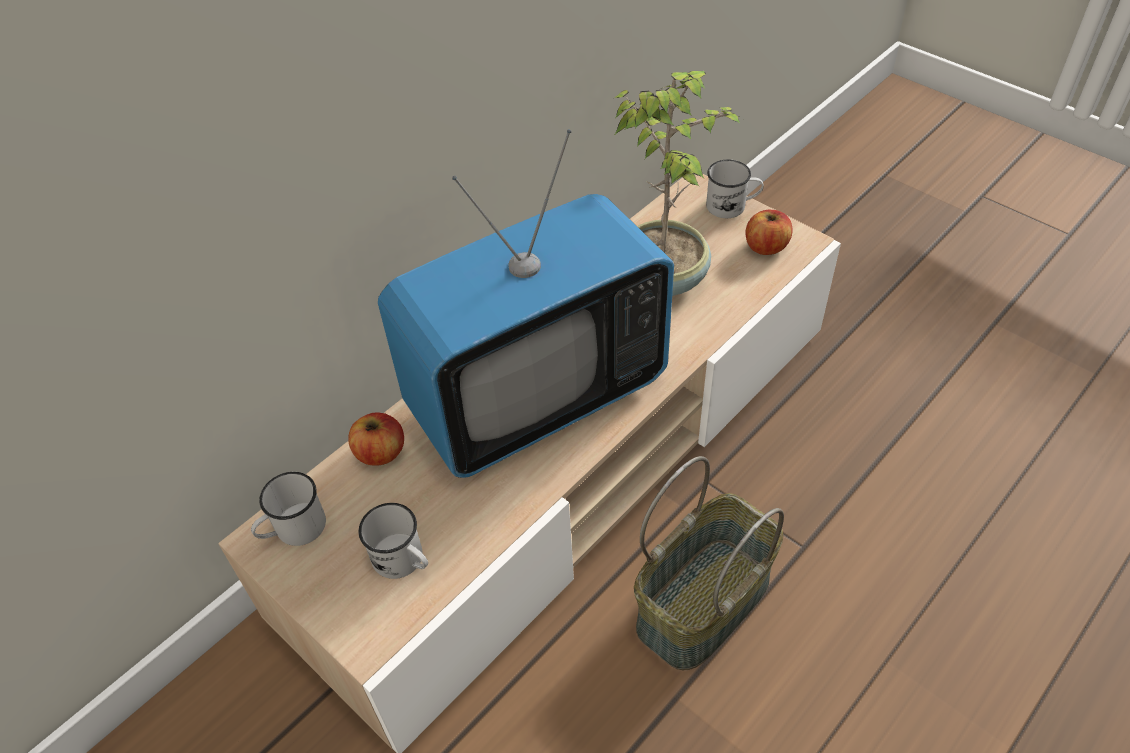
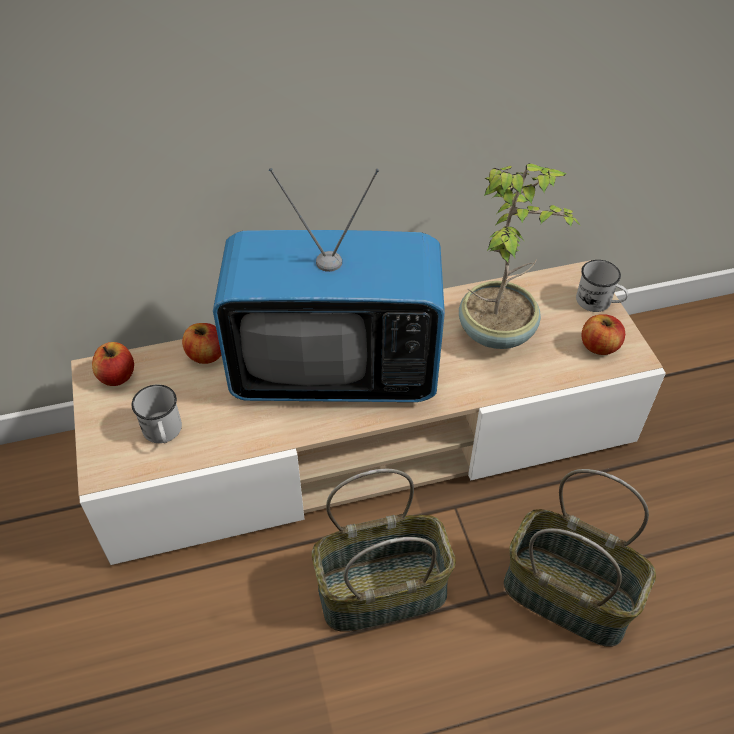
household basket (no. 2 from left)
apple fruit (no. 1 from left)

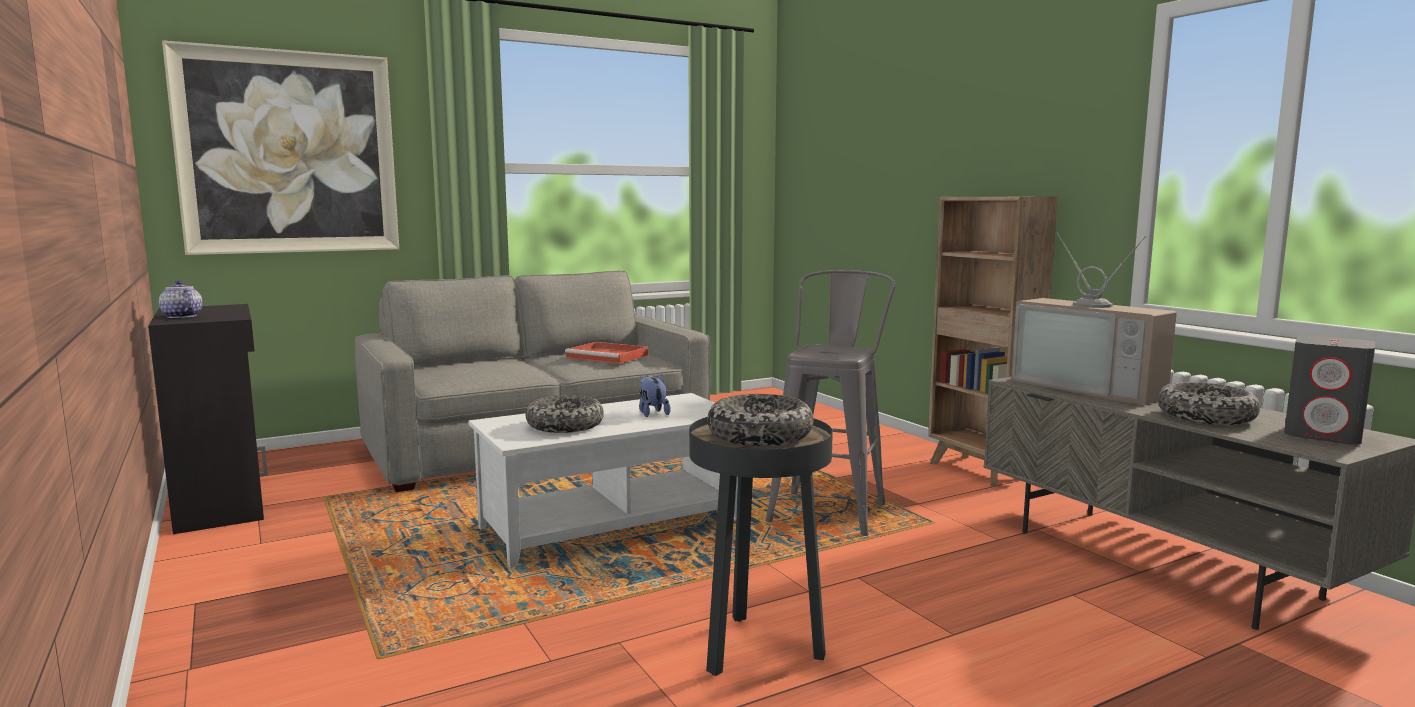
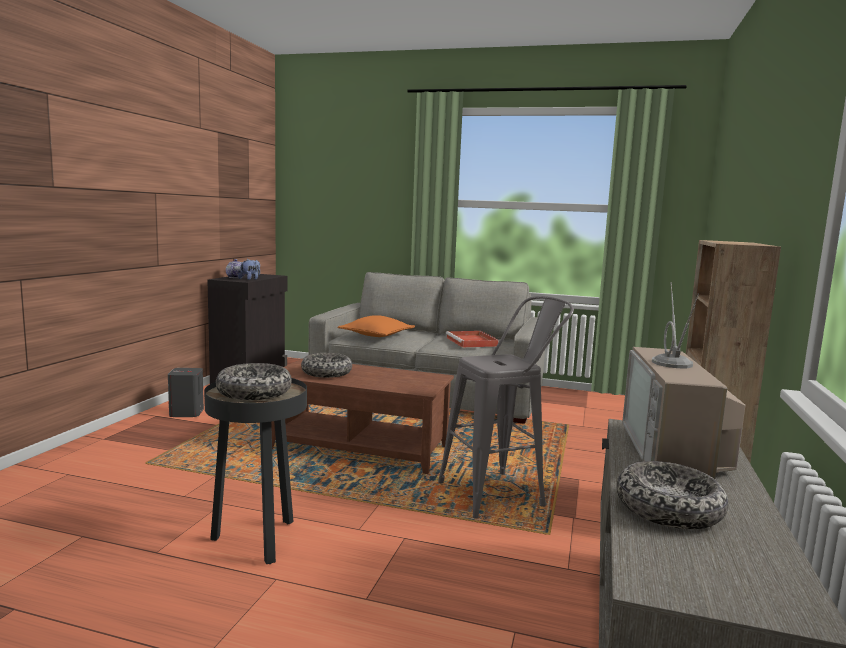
wall art
orange throw pillow
plush toy
greyish speaker
brown-coloured lounge table

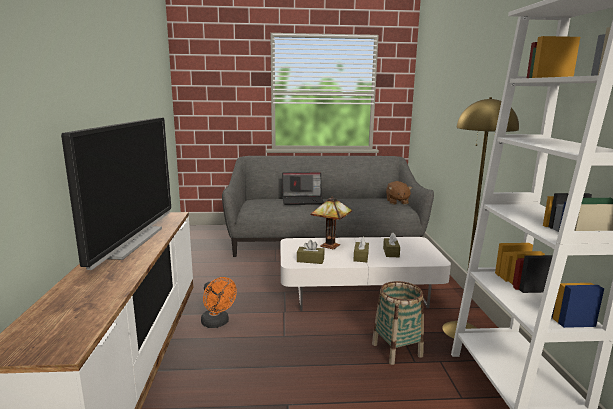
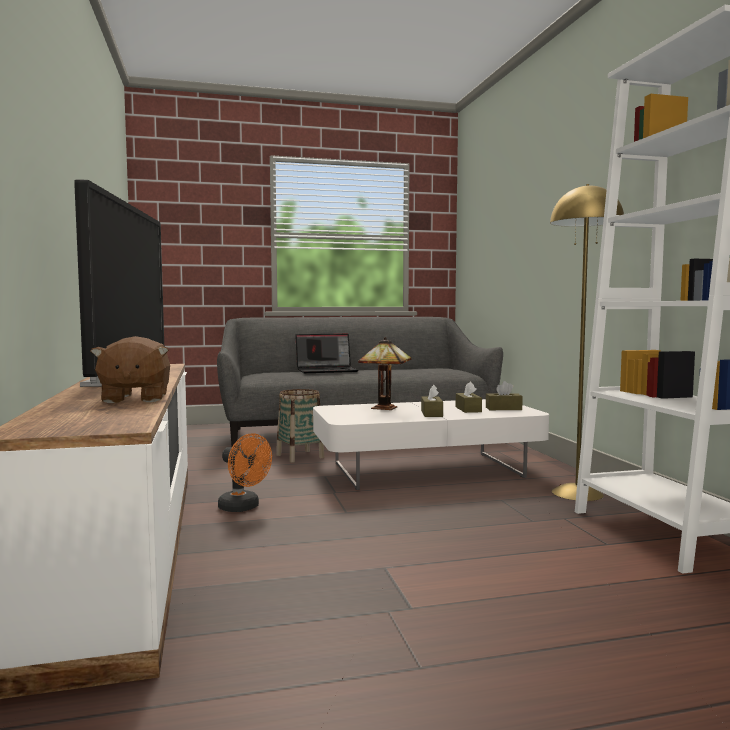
brown-coloured tissue box (no. 3 from left)
household basket
brown-coloured plush toy

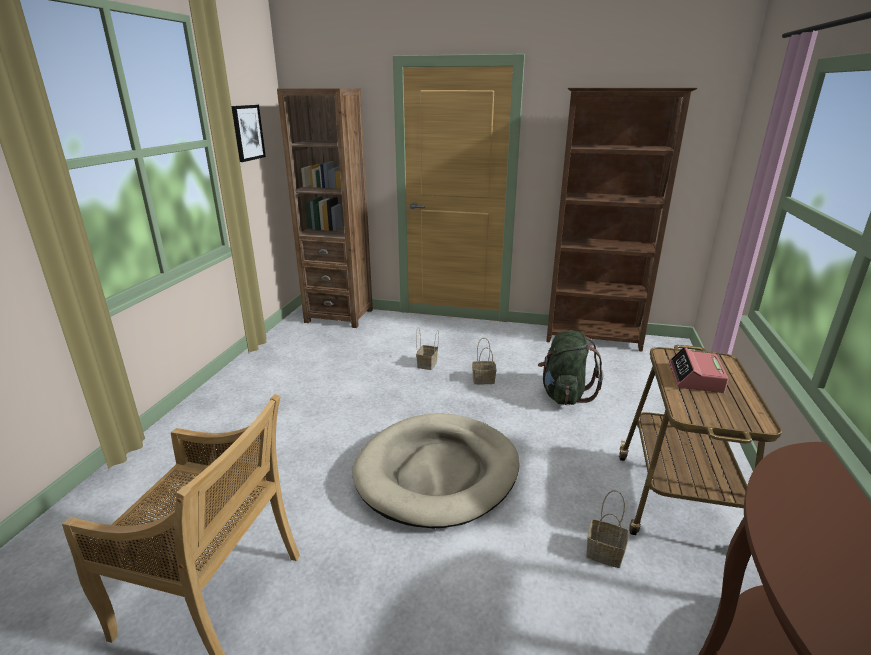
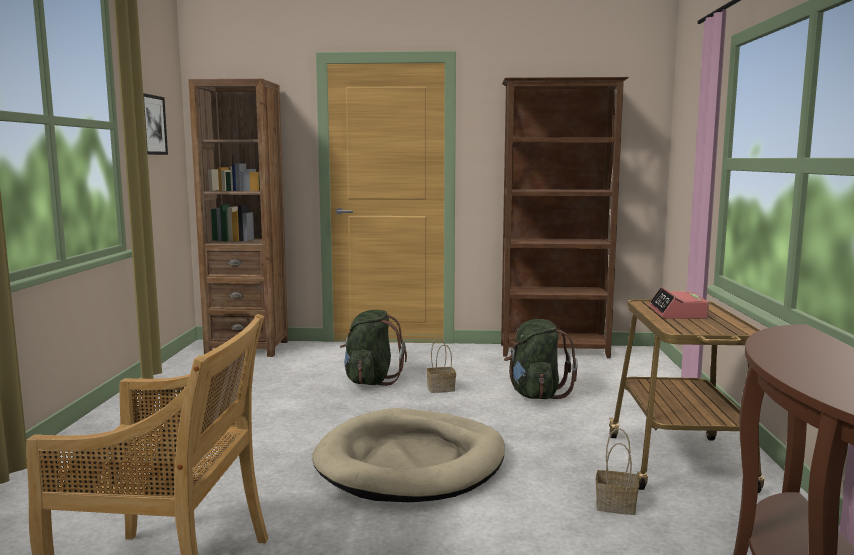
green-coloured backpack (no. 1 from left)

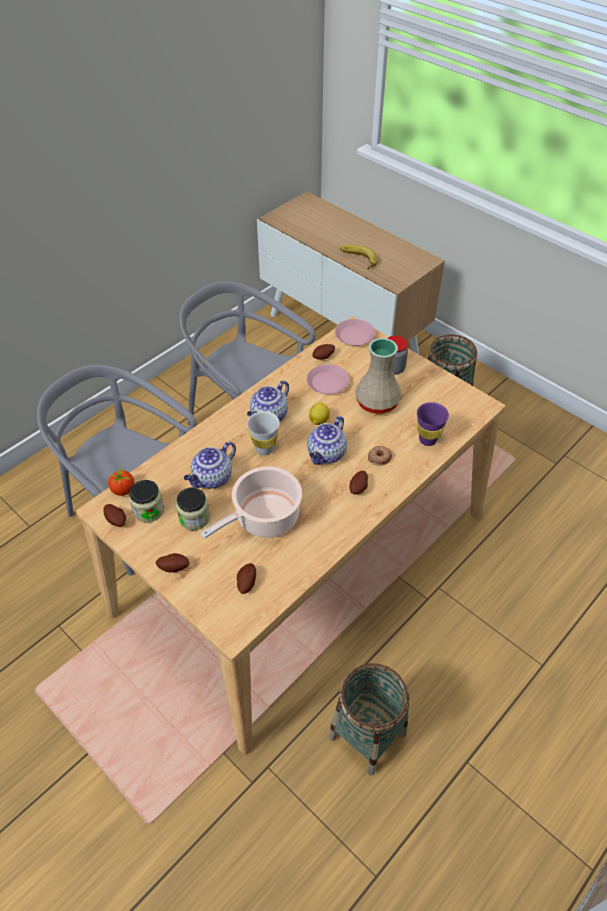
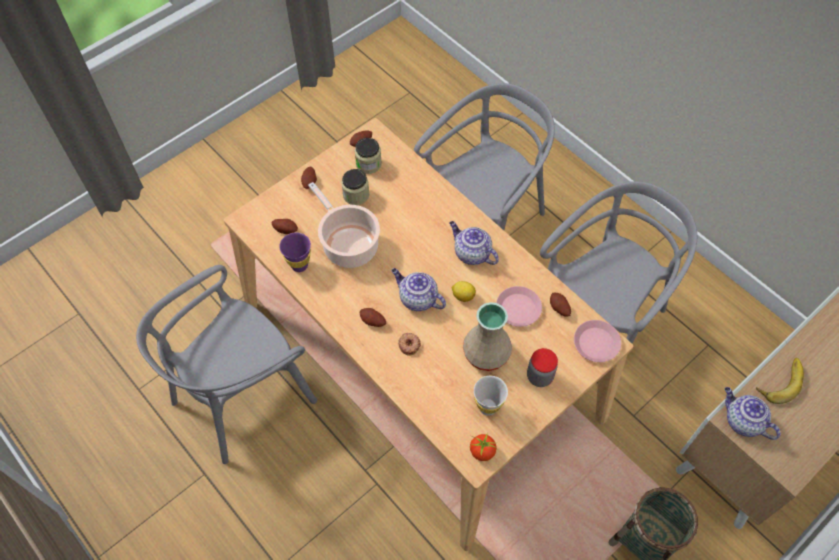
whole tomato
pot for tea (no. 3 from left)
white-coloured cup
purple-coloured cup
greyish chair (no. 1 from left)

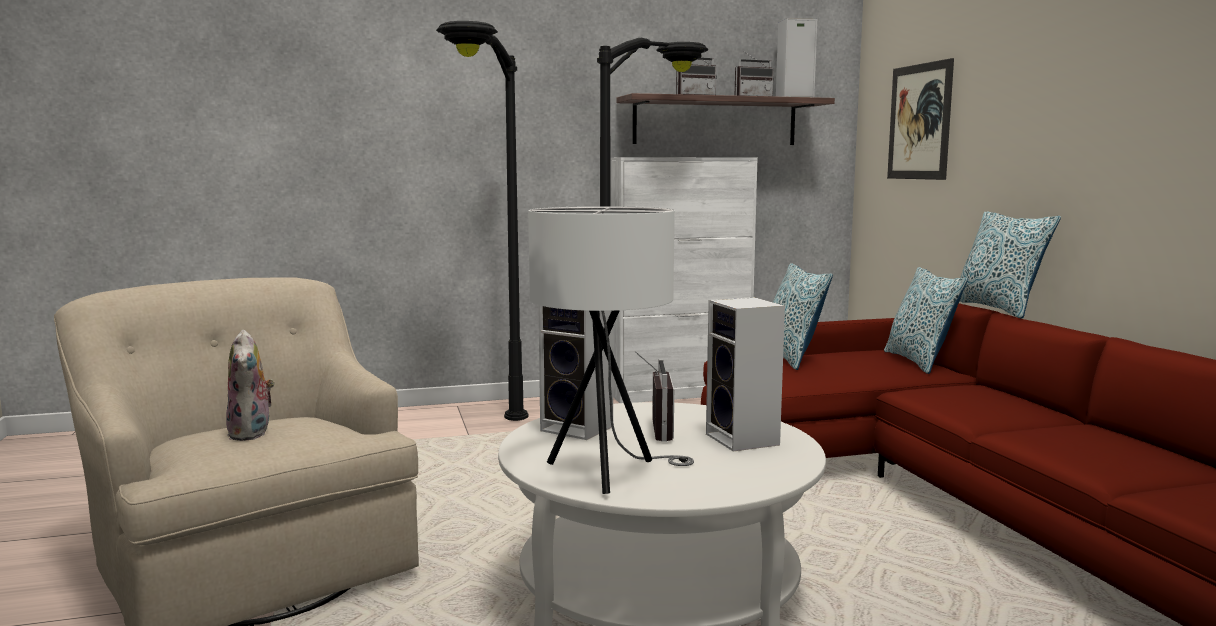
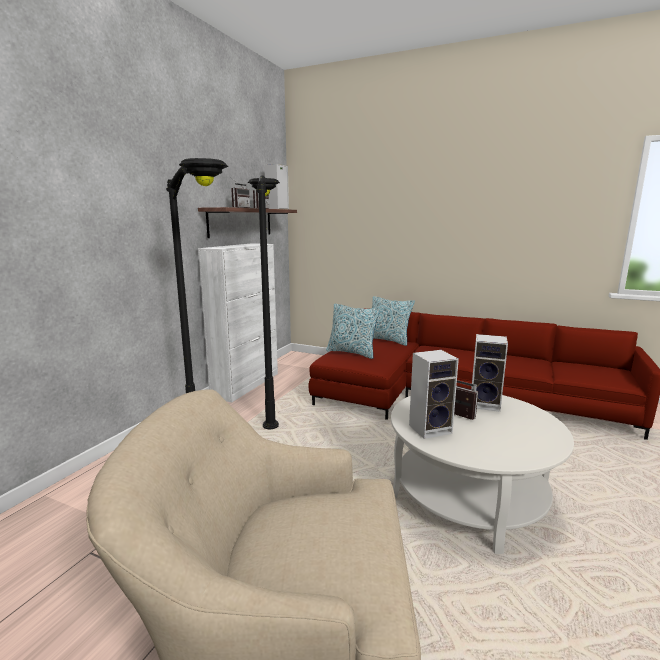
plush toy
white-coloured tabletop lamp
wall art
throw pillow (no. 3 from left in the first image)

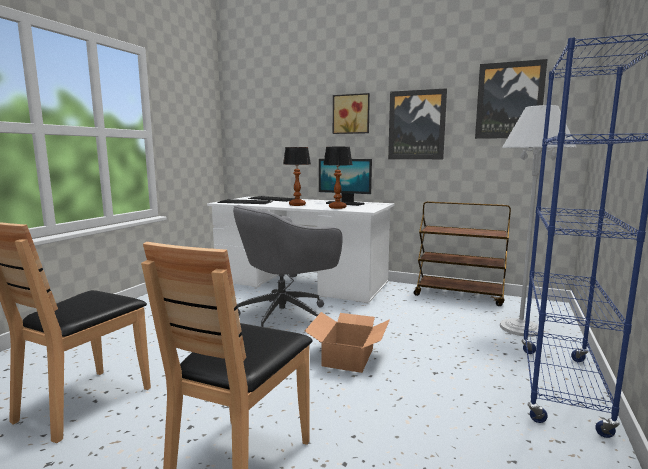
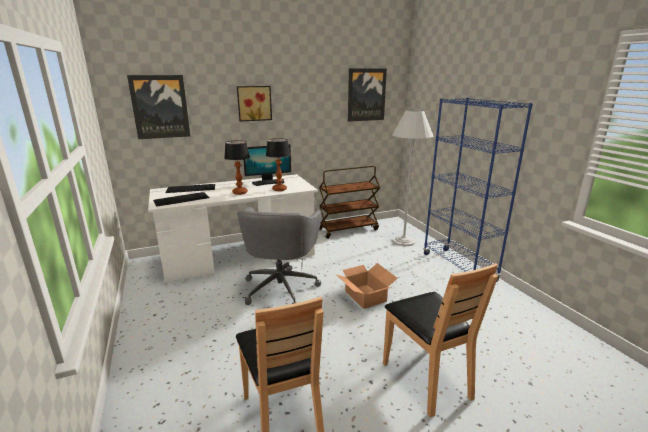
wall art (no. 1 from left)

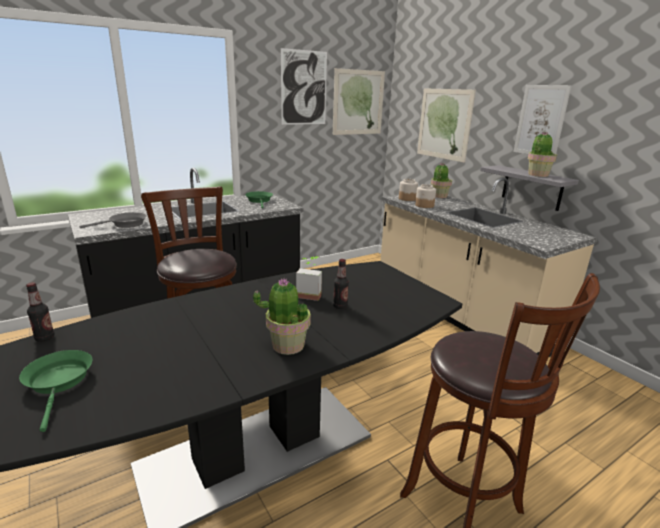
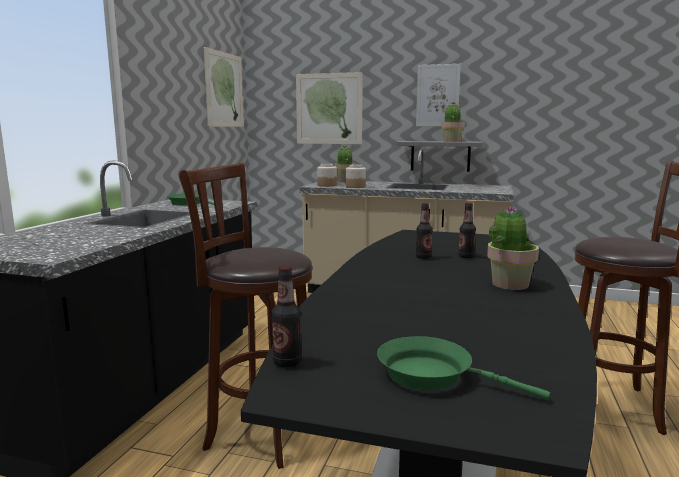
greyish frying pan
wall art (no. 1 from left in the first image)
bottle (no. 2 from left)

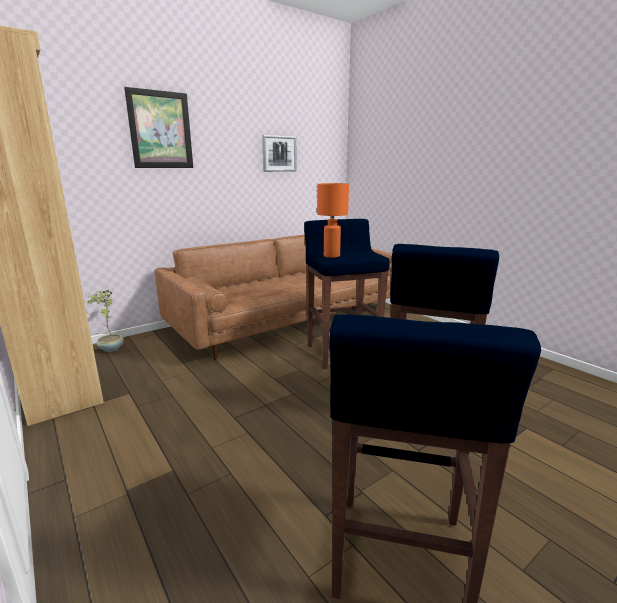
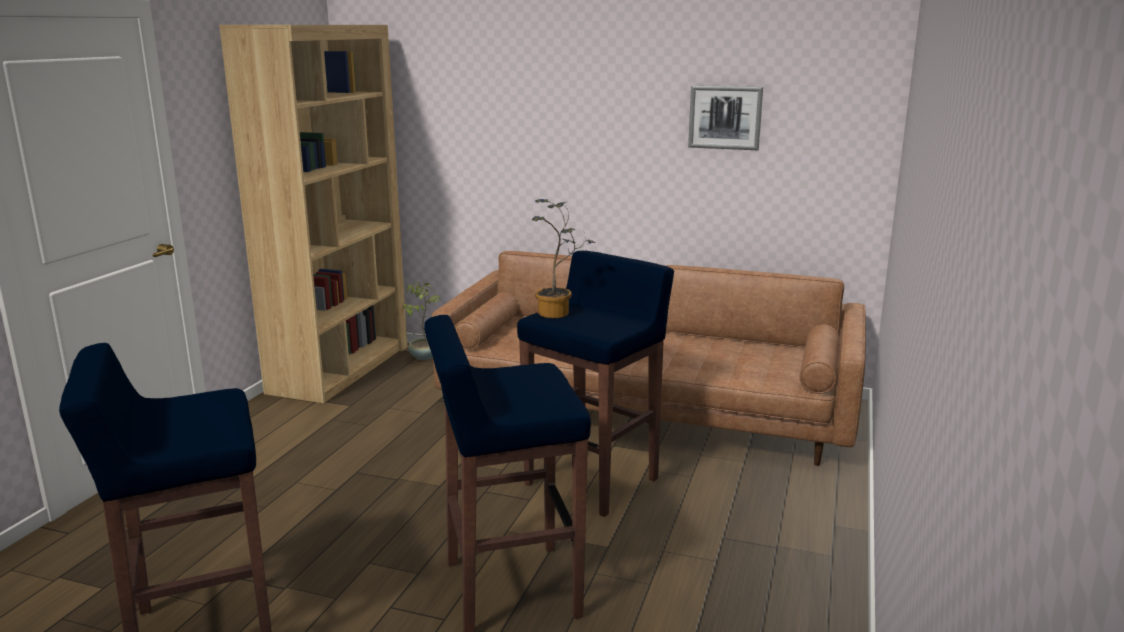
wall art (no. 1 from left in the first image)
potted plant (no. 2 from left)

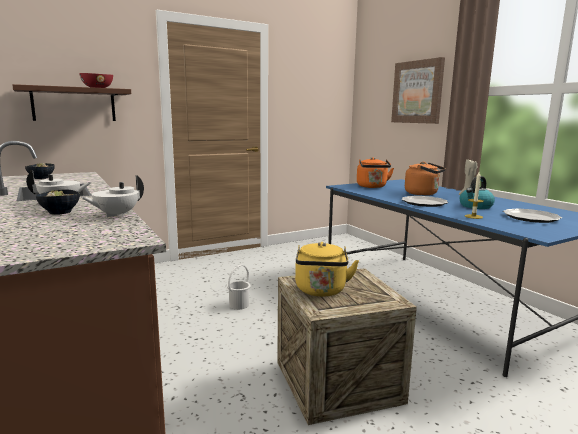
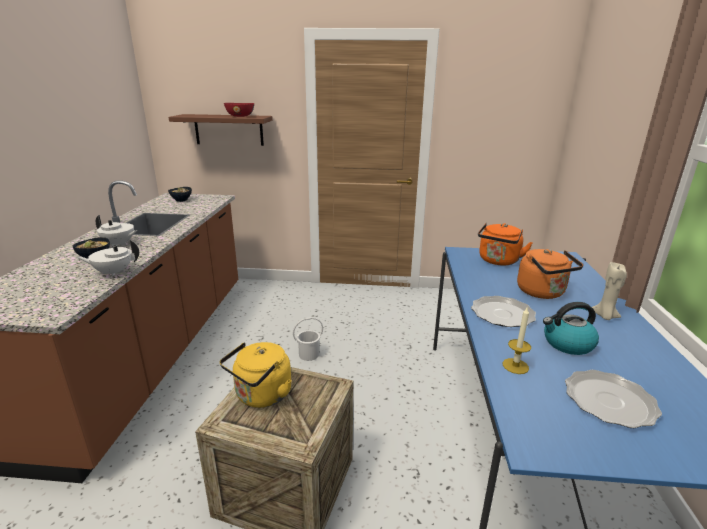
wall art

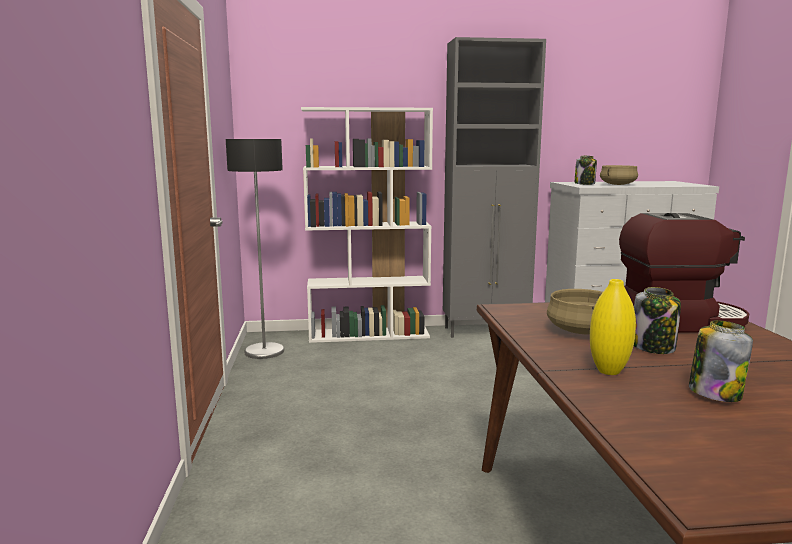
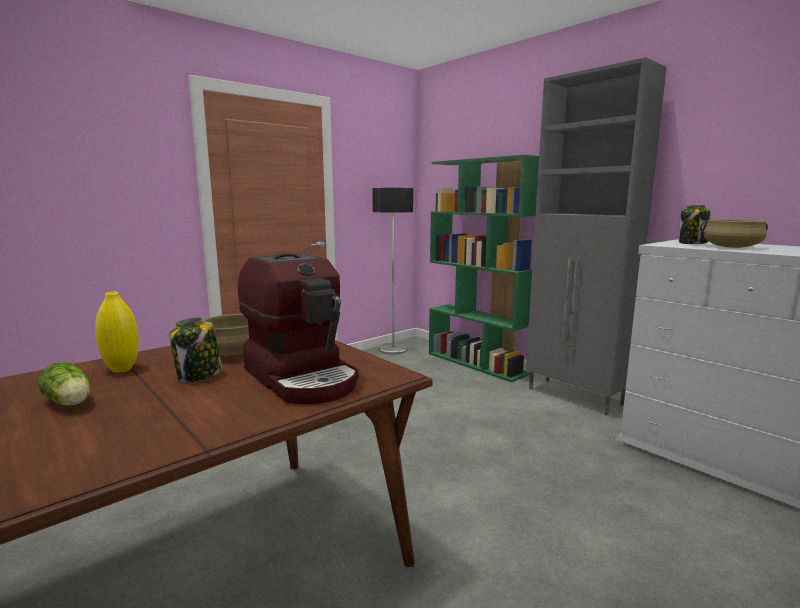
head of lettuce
green-coloured shelving unit

